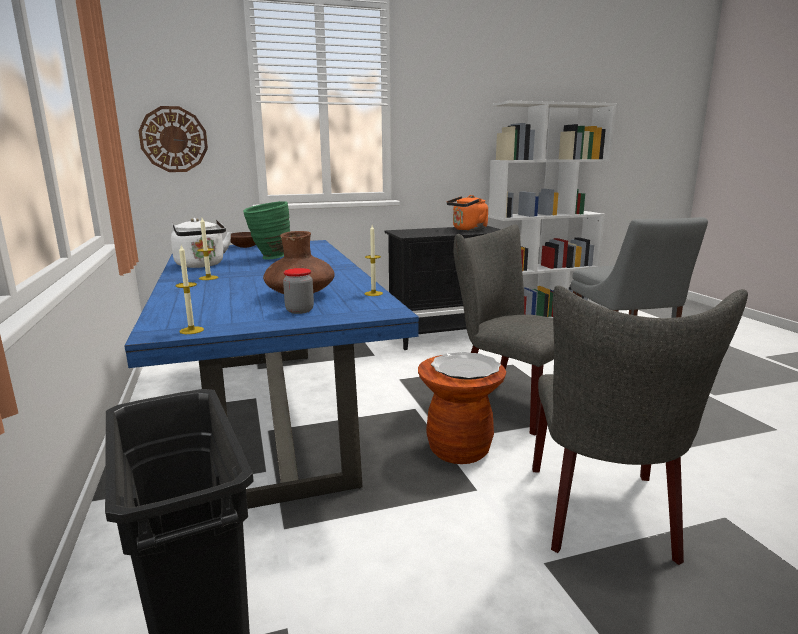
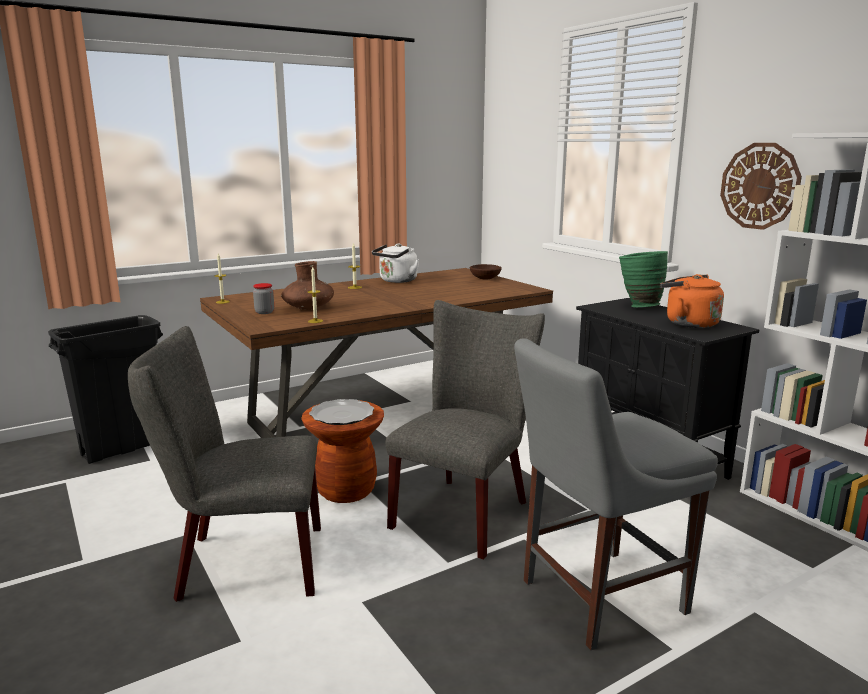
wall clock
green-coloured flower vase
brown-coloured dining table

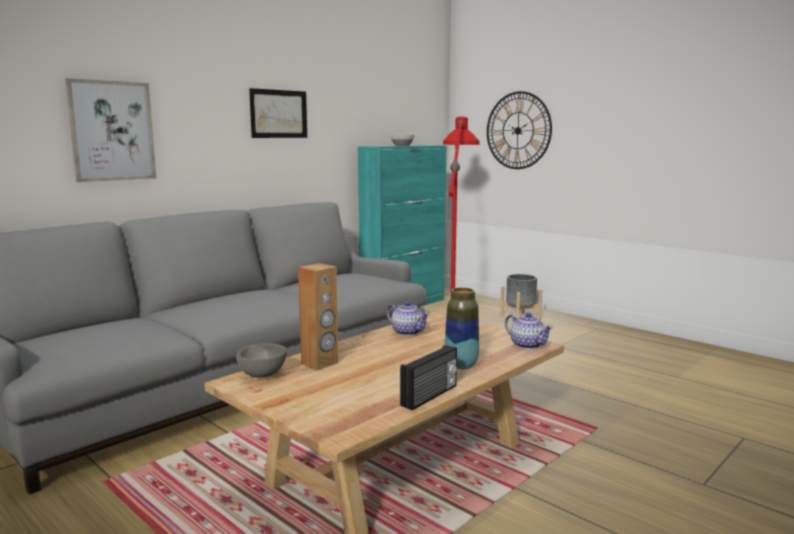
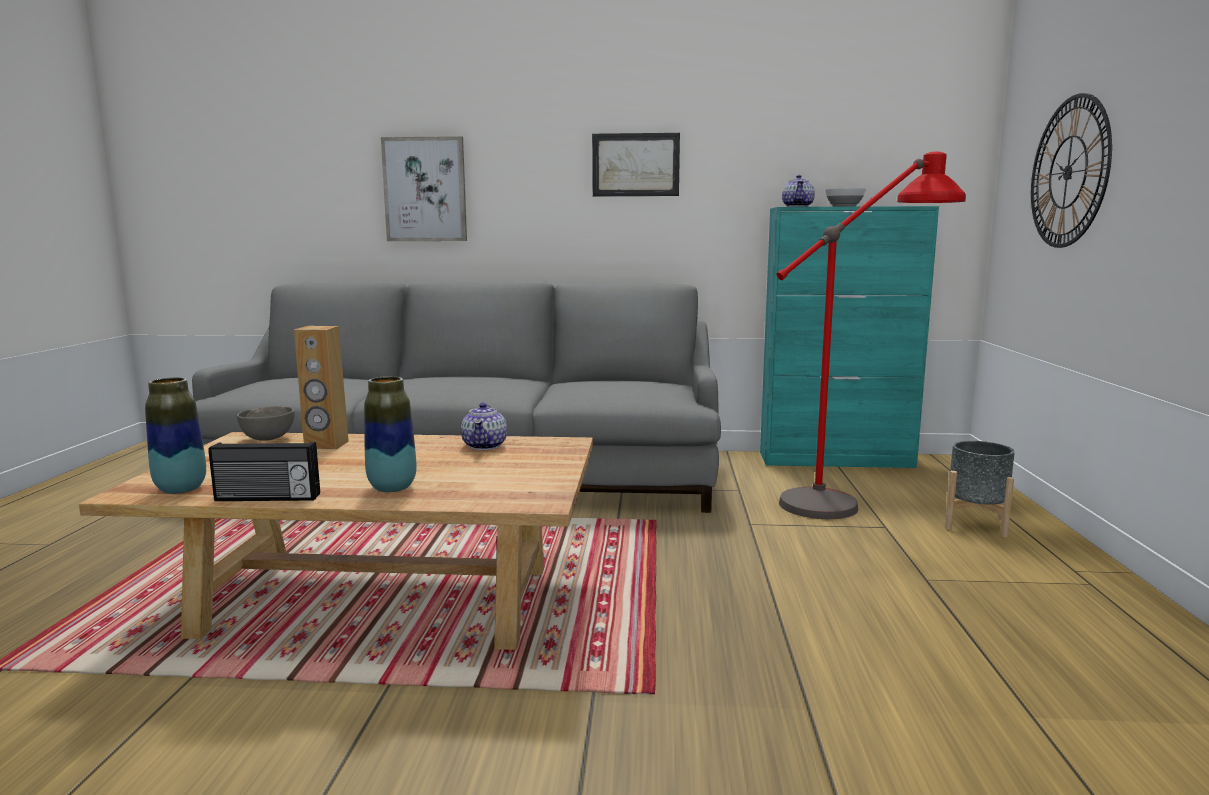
flower vase (no. 1 from left)
pot for tea (no. 2 from left)

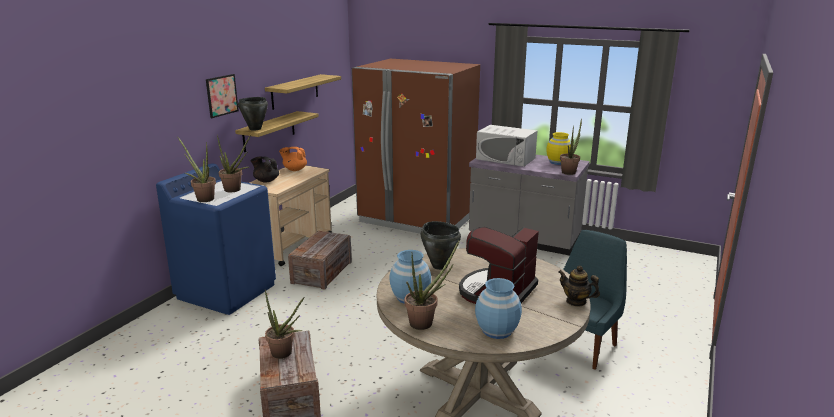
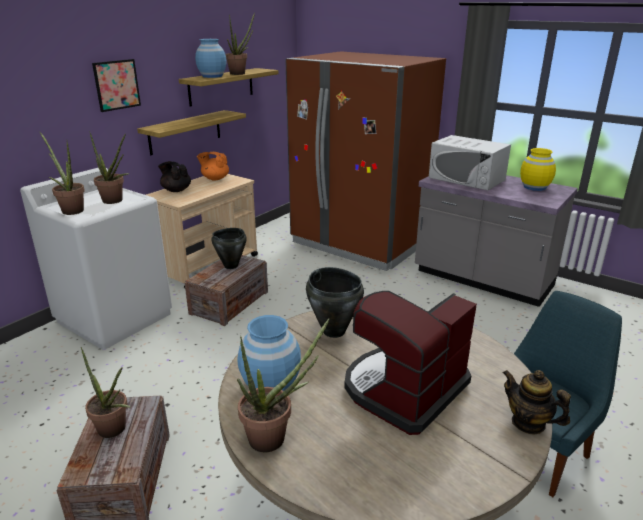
blackish saucepot (no. 1 from left)
blue flower vase (no. 1 from left)
potted plant (no. 4 from left)
white-coloured laundry appliance

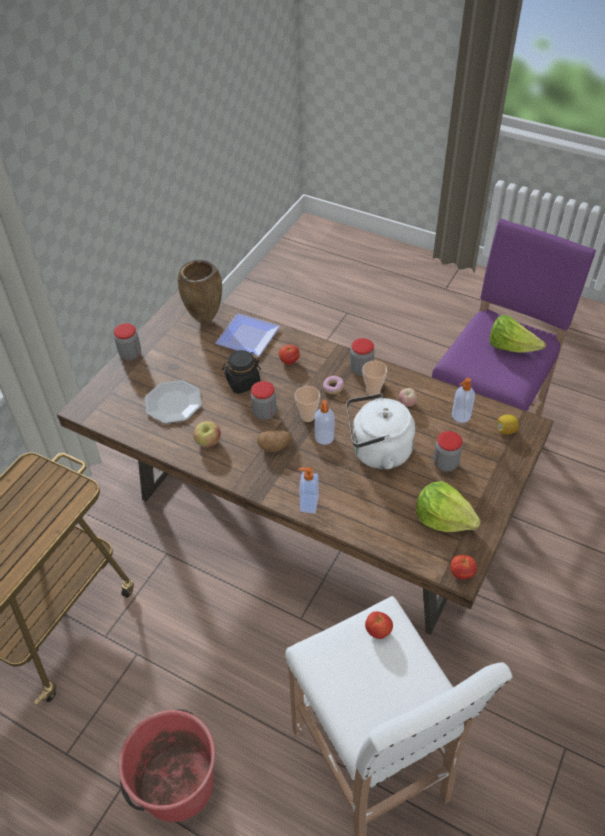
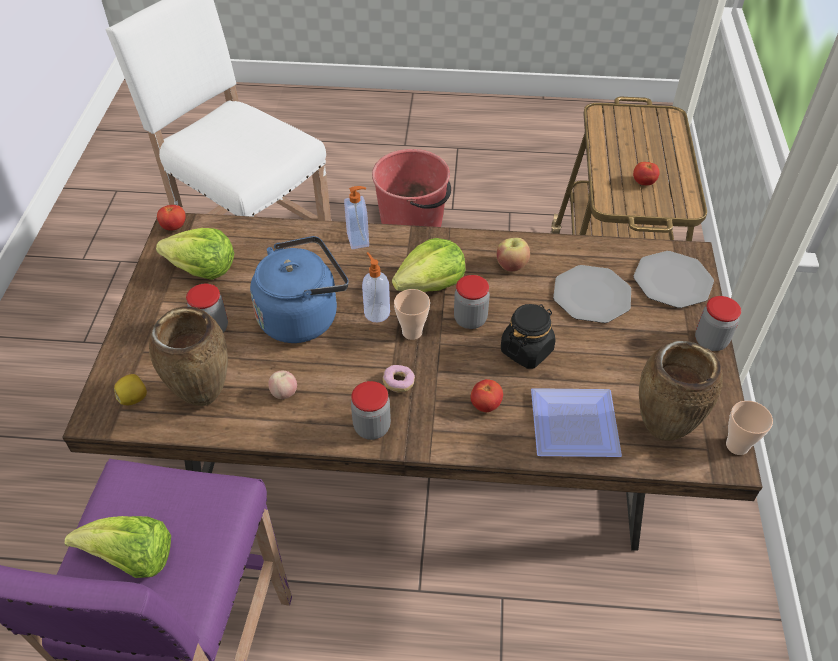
flat dish (no. 3 from left)
cup (no. 2 from left)
whole tomato (no. 3 from left)
head of lettuce (no. 3 from left)
brown-coloured flower vase (no. 1 from left)
blue water kettle

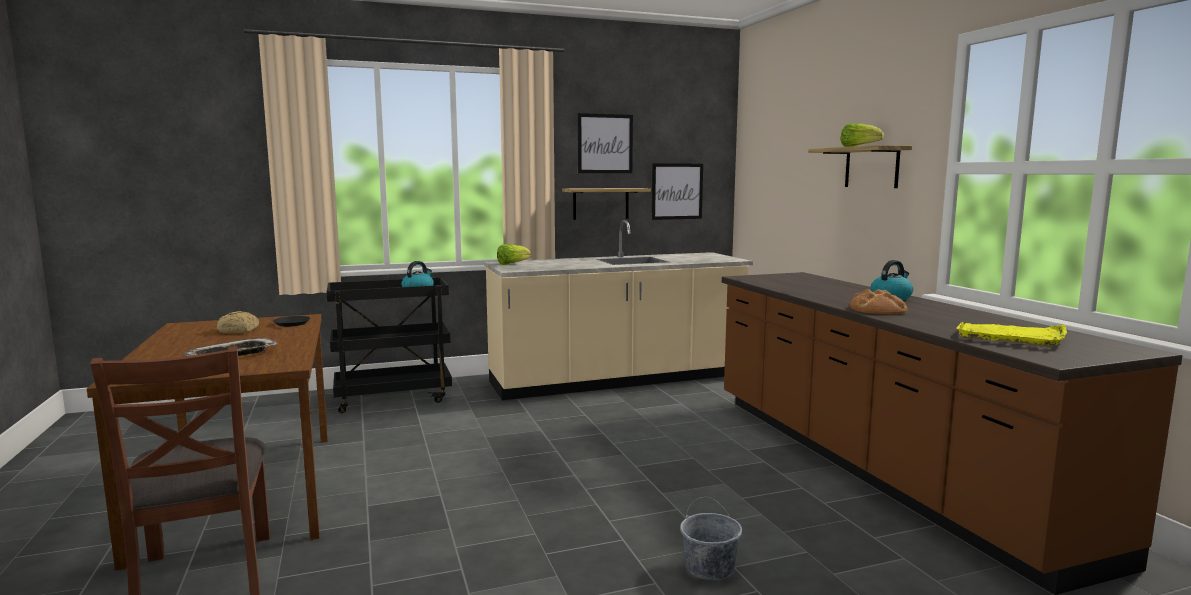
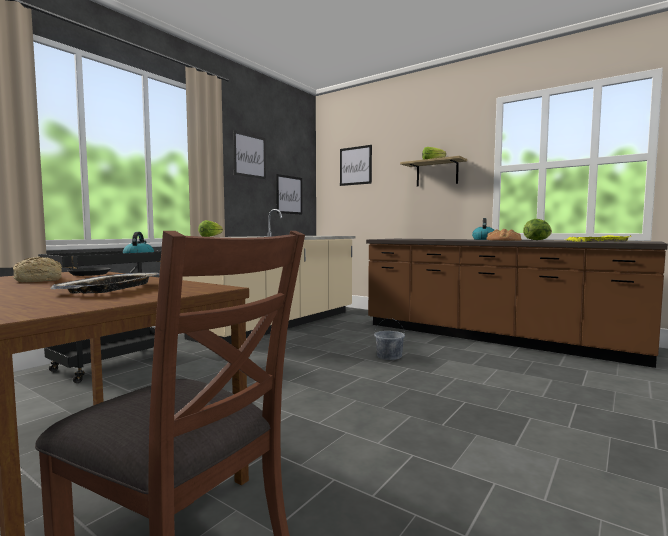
wall shelf (no. 1 from left in the first image)
wall art (no. 3 from left)
head of lettuce (no. 3 from left)
greyish pail

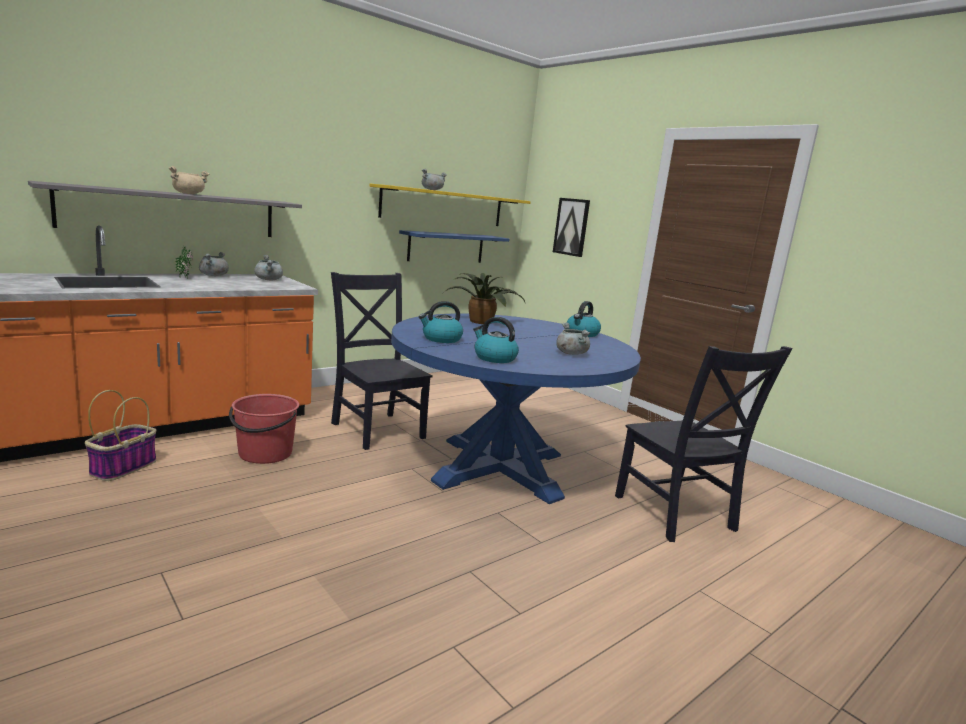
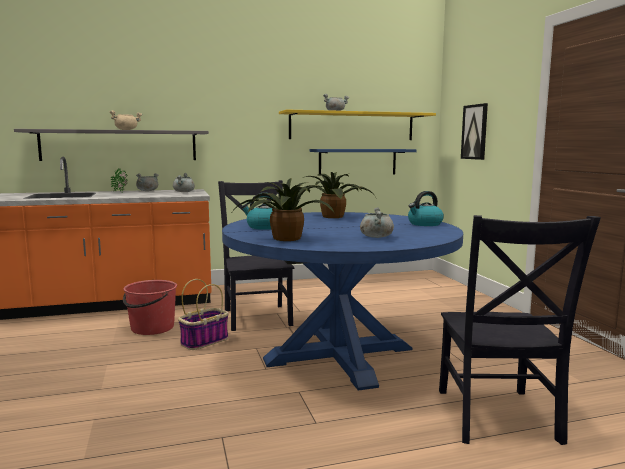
household basket
potted plant (no. 2 from left)

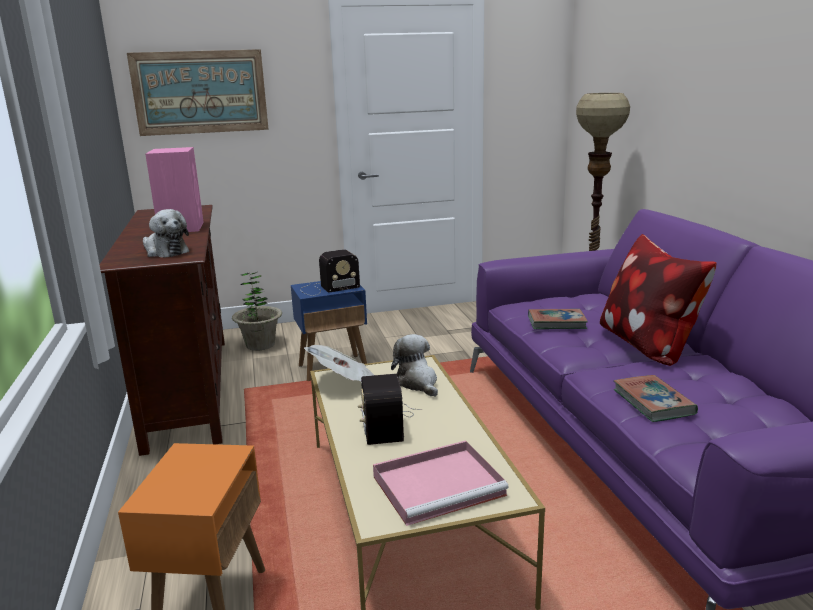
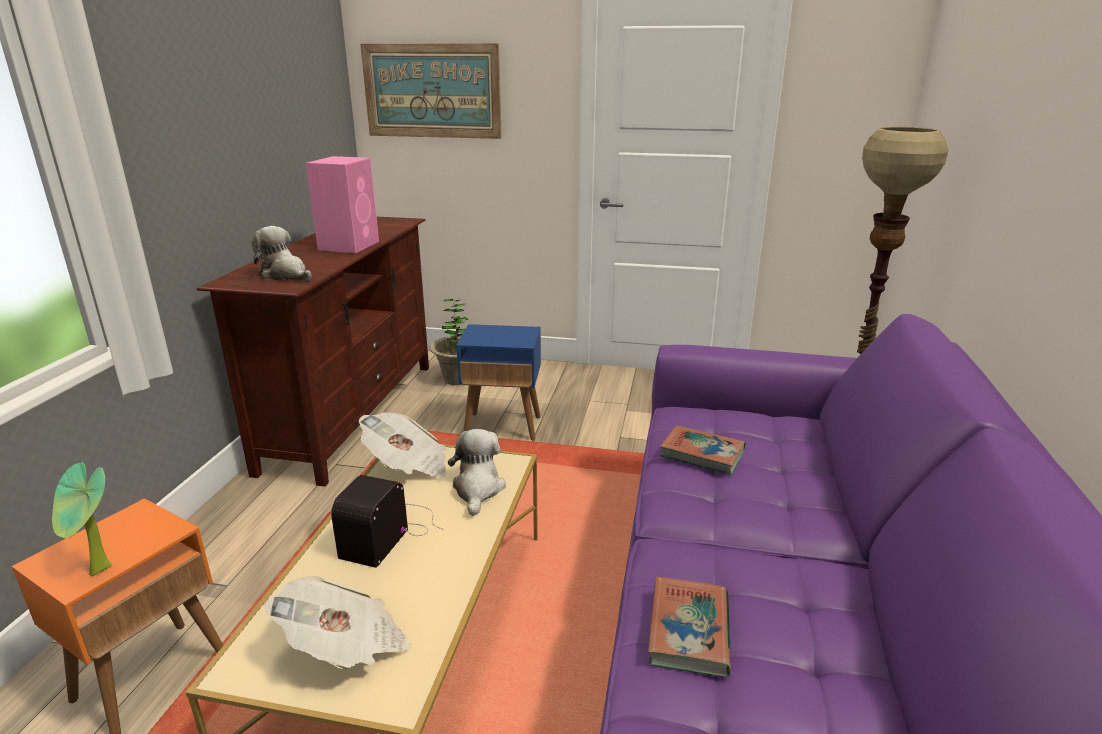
radio receiver (no. 1 from left in the first image)
throw pillow
potted plant (no. 1 from left)
daily paper (no. 1 from left)
plush toy (no. 1 from left)

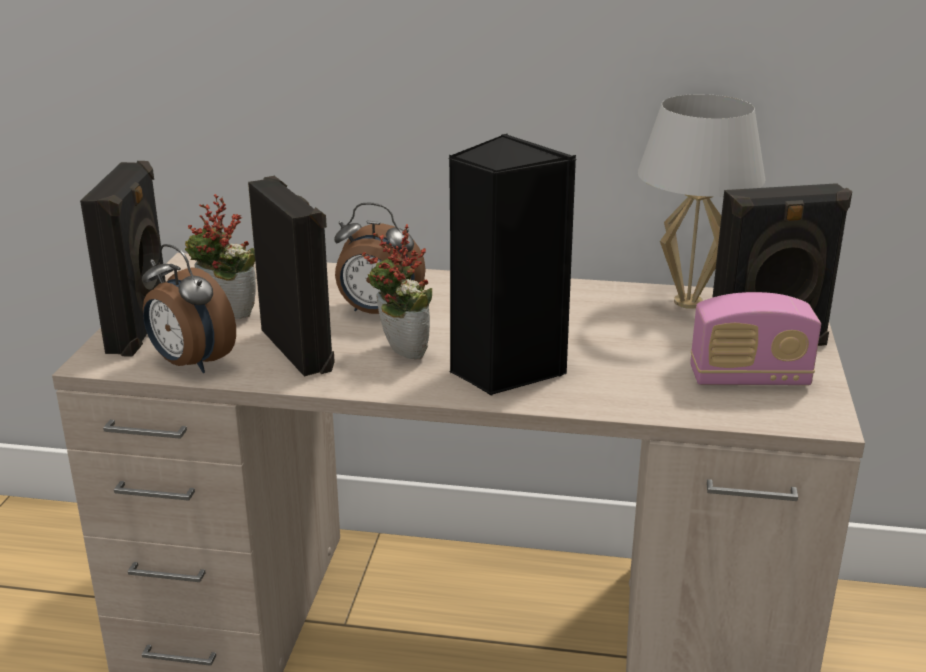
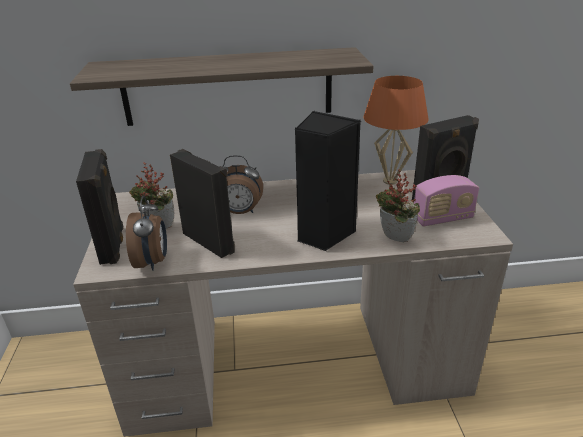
wall shelf
potted plant (no. 2 from left)
orange tabletop lamp
bedside clock (no. 1 from left)

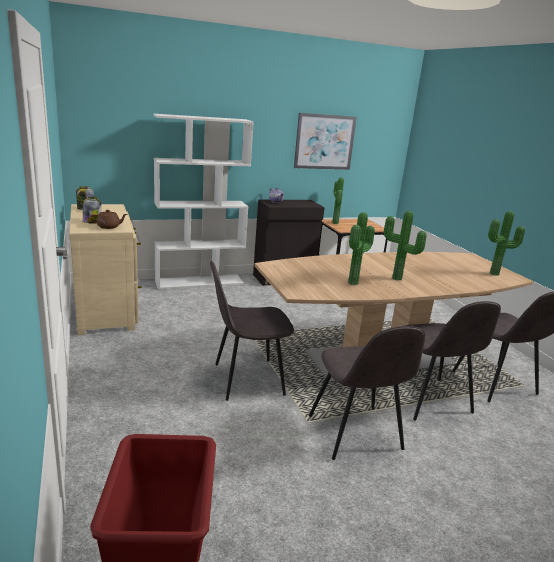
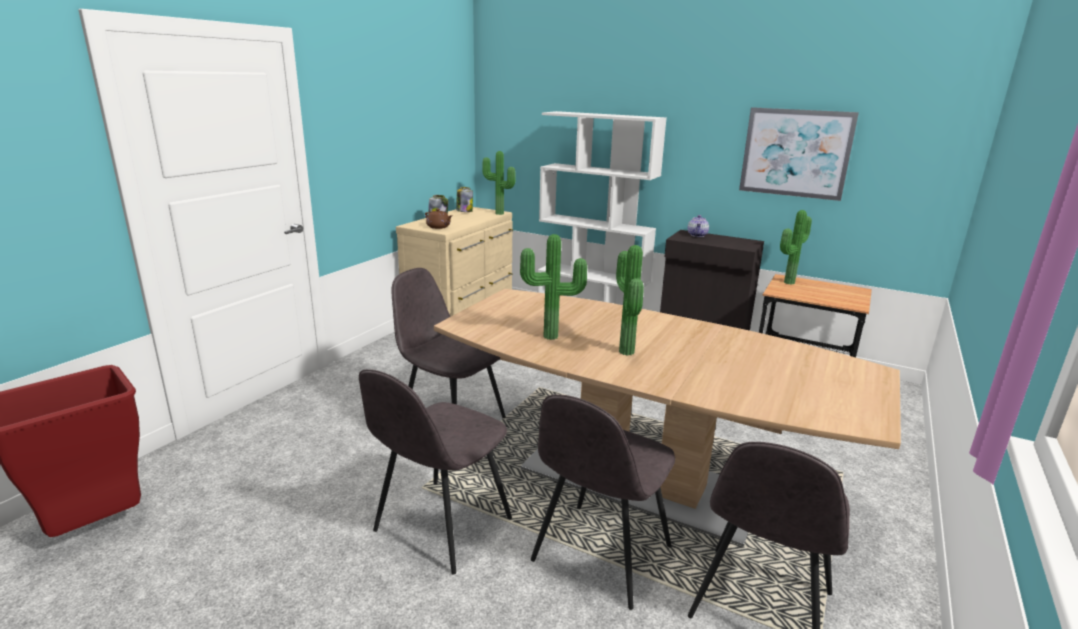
potted plant (no. 1 from left)

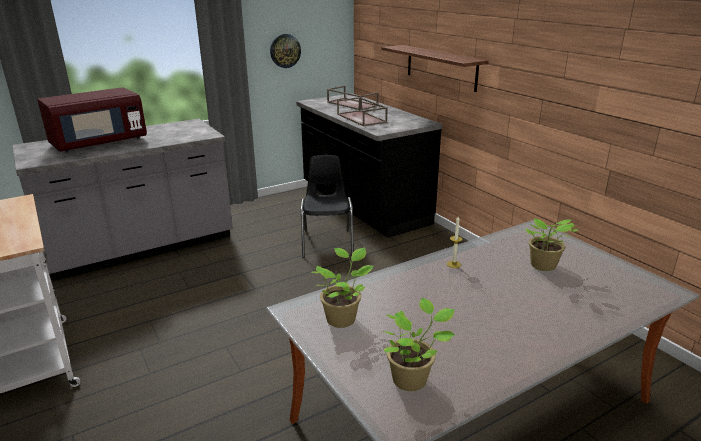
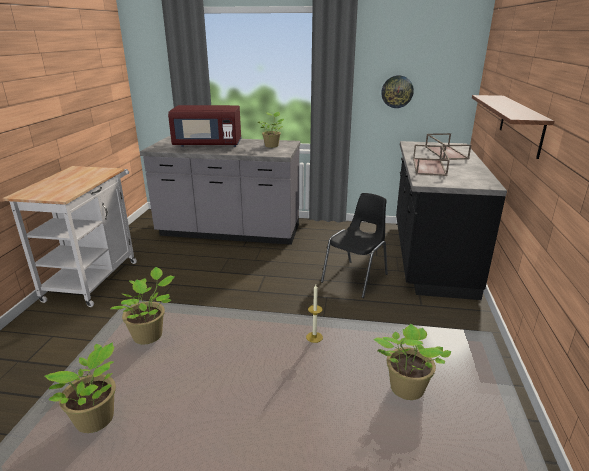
potted plant (no. 3 from left)

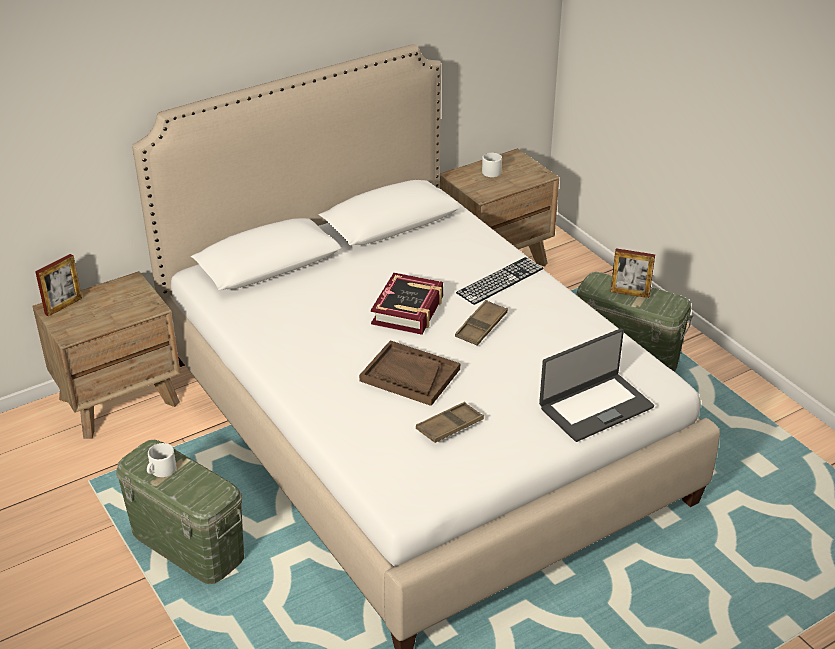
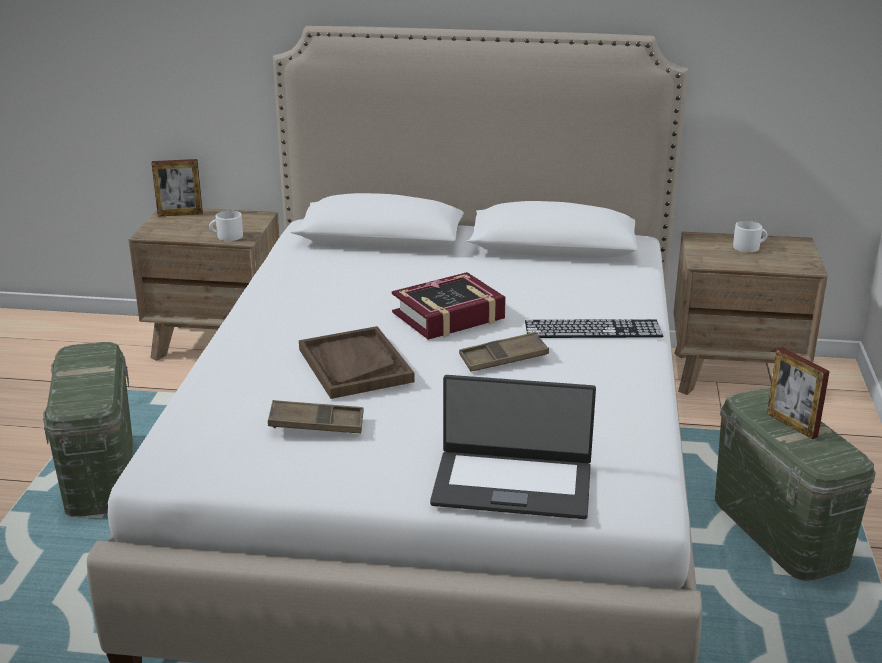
white-coloured coffee mug (no. 1 from left)

